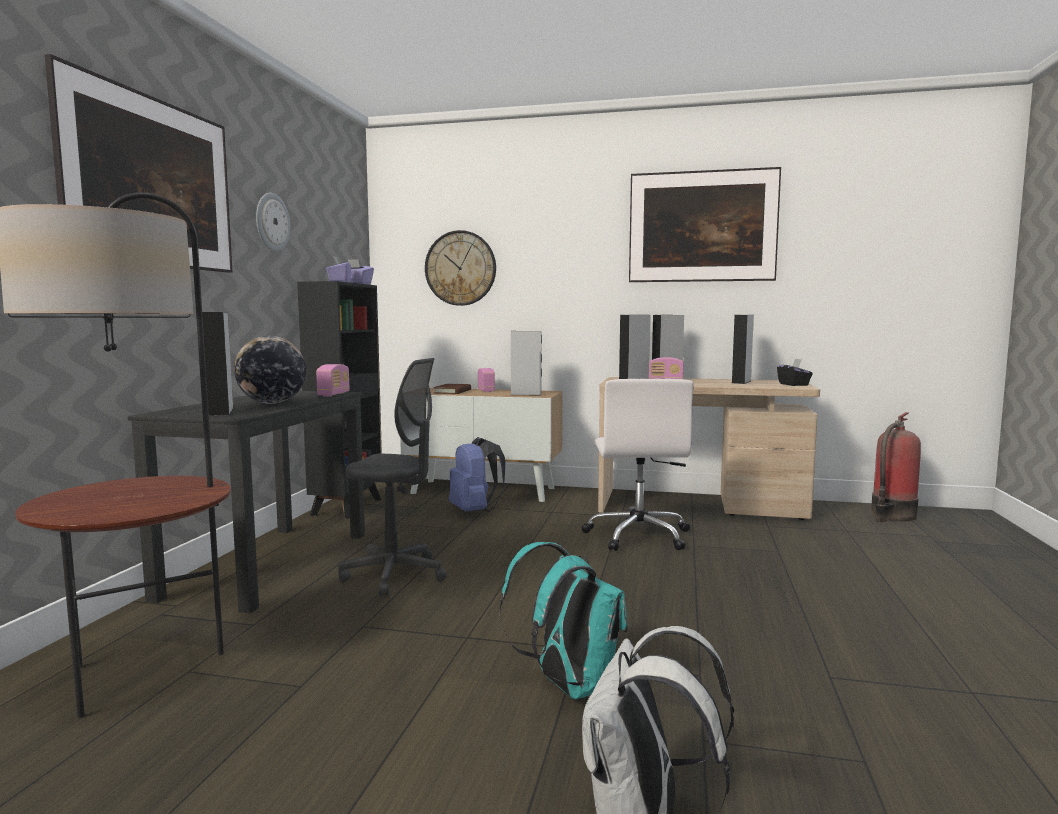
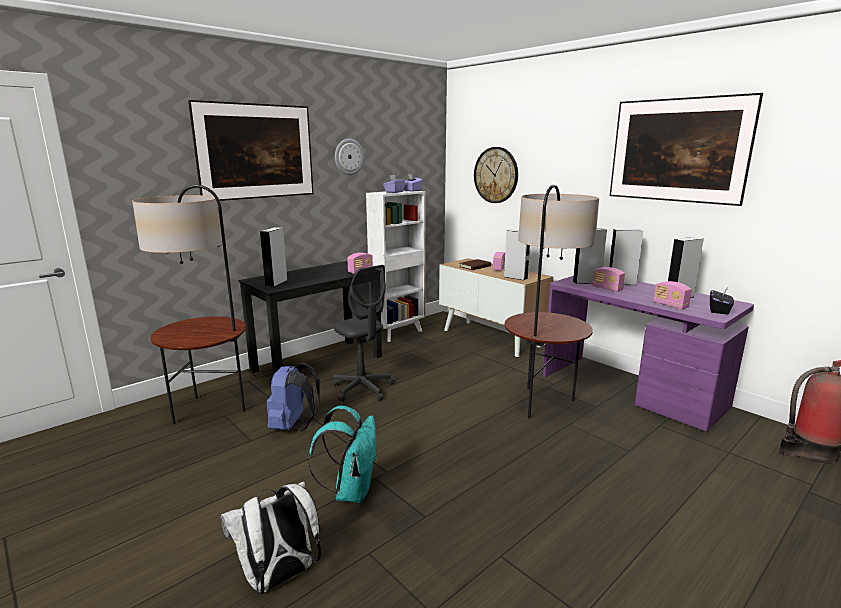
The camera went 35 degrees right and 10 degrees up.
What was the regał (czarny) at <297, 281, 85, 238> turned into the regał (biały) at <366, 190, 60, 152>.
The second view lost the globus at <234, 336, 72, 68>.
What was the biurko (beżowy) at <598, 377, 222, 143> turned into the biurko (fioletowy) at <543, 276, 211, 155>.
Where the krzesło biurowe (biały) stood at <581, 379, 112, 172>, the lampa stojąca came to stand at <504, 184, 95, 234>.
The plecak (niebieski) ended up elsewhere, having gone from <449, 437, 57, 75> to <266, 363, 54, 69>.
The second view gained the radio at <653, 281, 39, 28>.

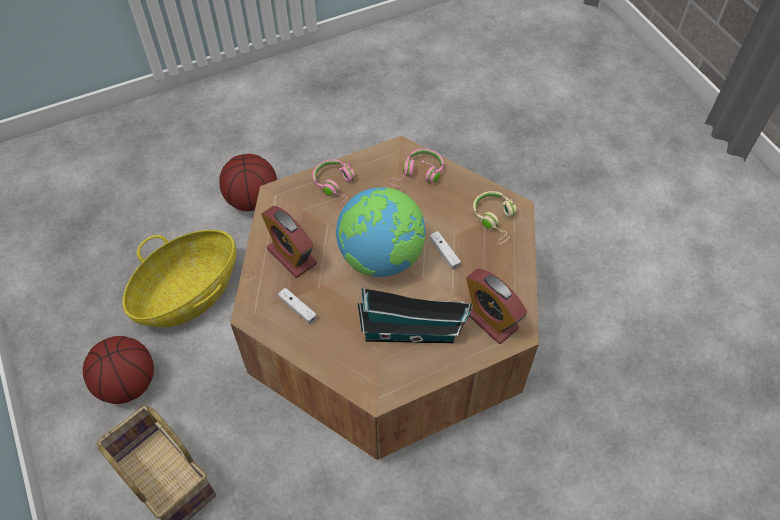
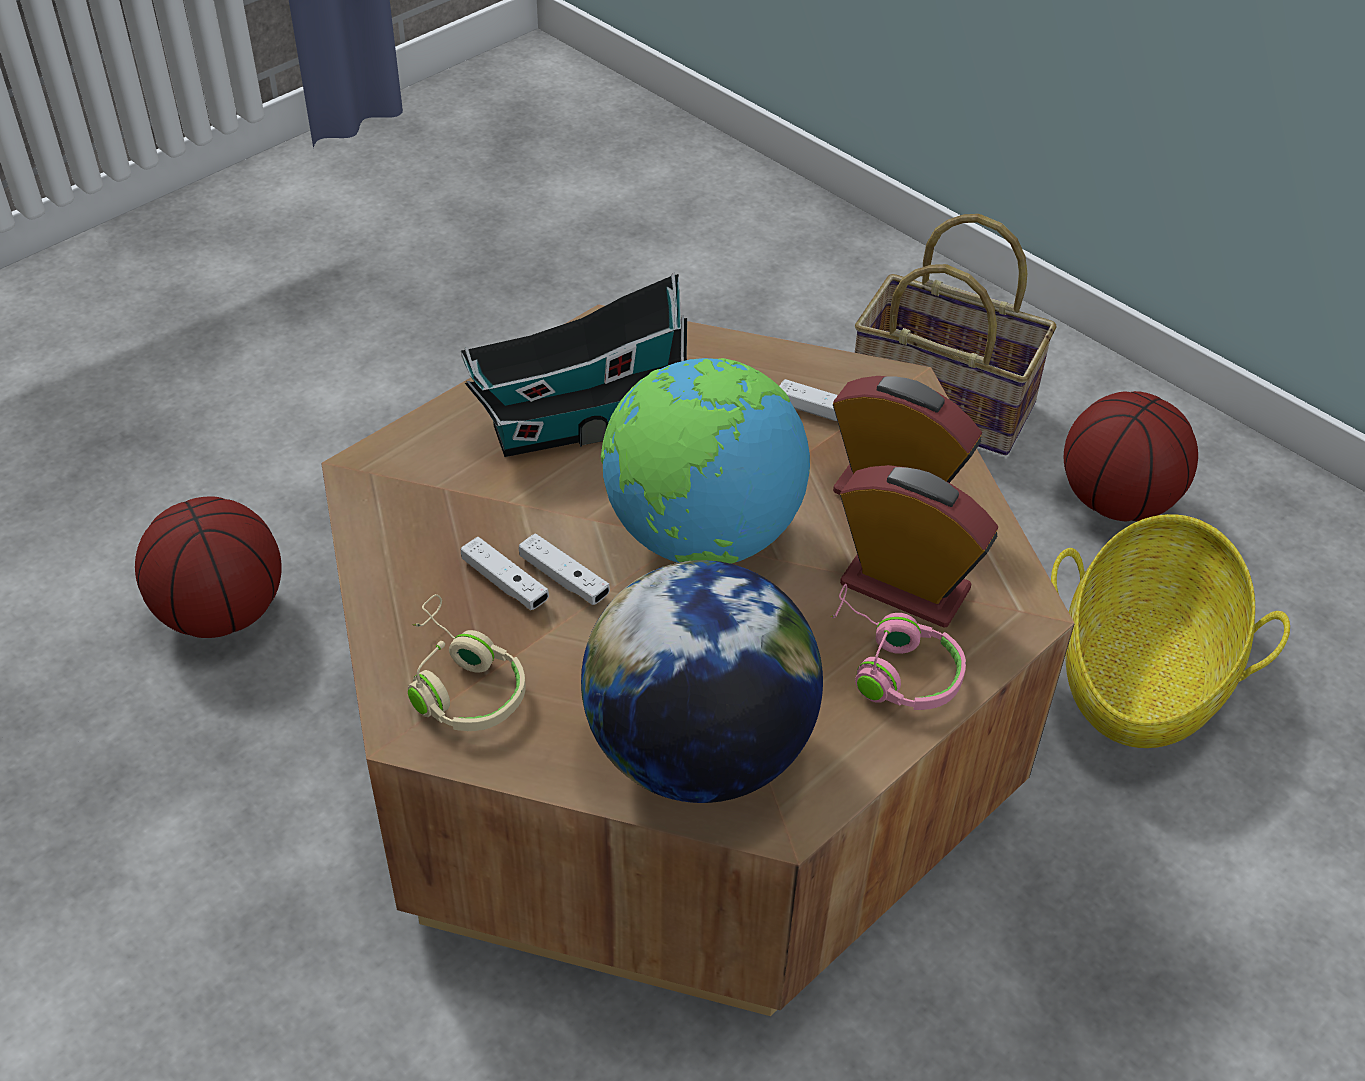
The camera went 160 degrees right and 10 degrees down.
Where the słuchawki (różowy) stood at <389, 149, 55, 39>, the globus came to stand at <581, 560, 242, 243>.
The piłka do koszykówki ended up elsewhere, having gone from <219, 154, 58, 57> to <135, 496, 147, 142>.
The budzik ended up elsewhere, having gone from <466, 268, 61, 76> to <840, 465, 158, 163>.
The second view gained the pad do gier (biały) at <461, 537, 88, 73>.

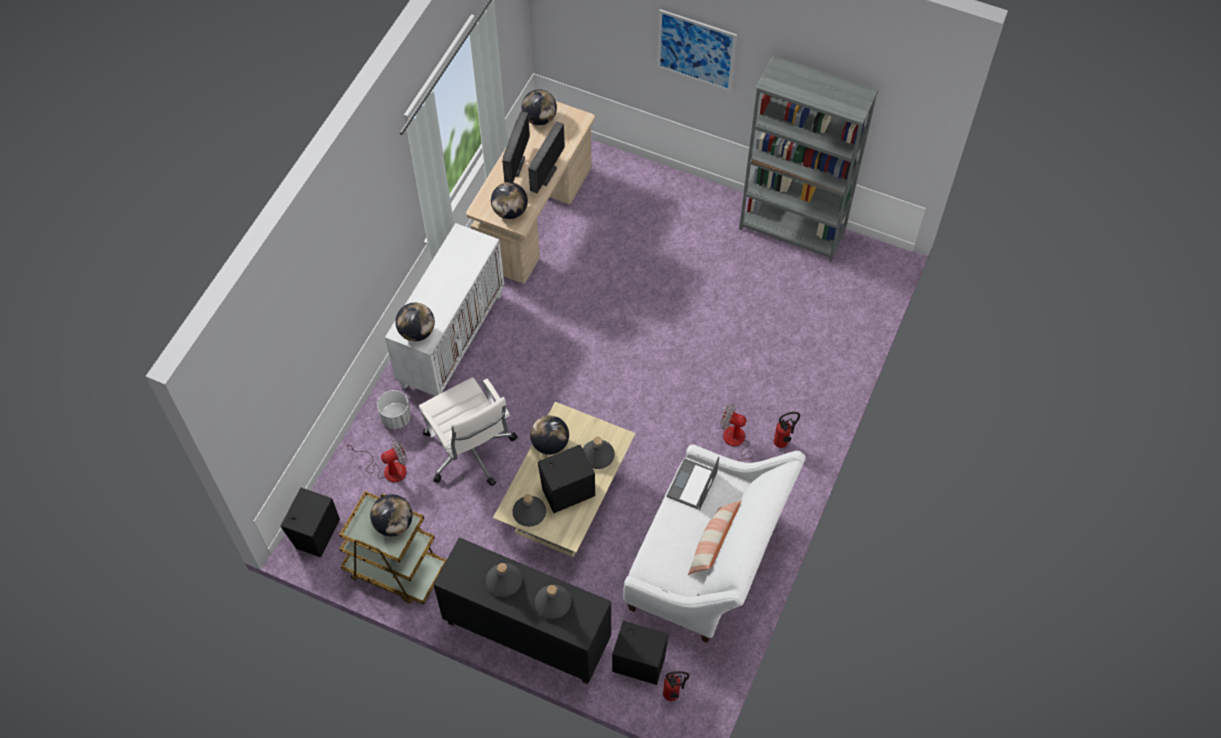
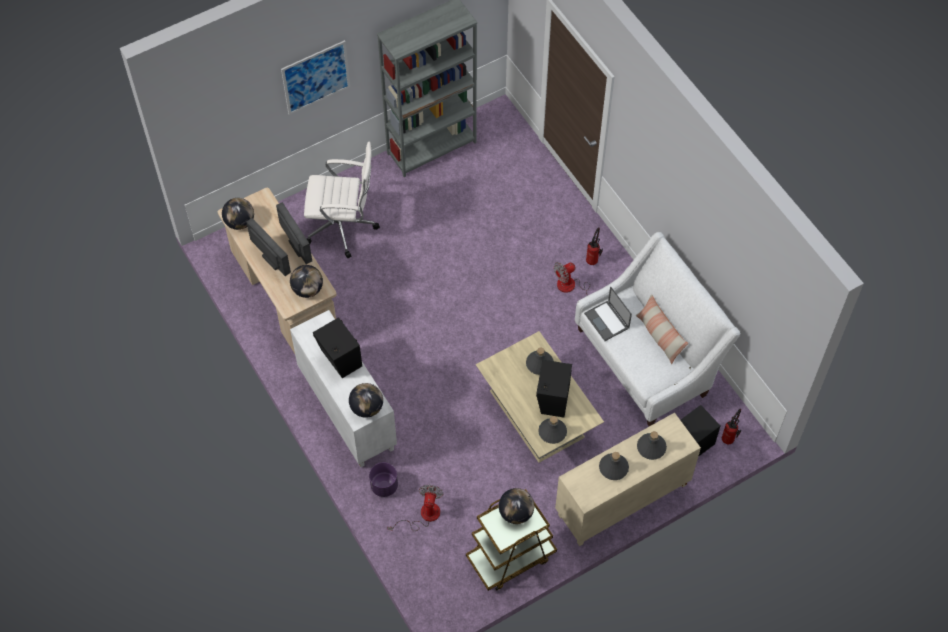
The camera went 55 degrees left and 0 degrees up.
The krzesło biurowe (biały) ended up elsewhere, having gone from <419, 377, 99, 109> to <304, 142, 76, 116>.
What was the donica (biały) at <377, 390, 34, 39> turned into the donica (fioletowy) at <369, 462, 29, 35>.
The second view lost the globus at <530, 415, 39, 40>.
The głośnik (czarny) ended up elsewhere, having gone from <281, 488, 59, 69> to <313, 317, 49, 61>.
What was the szafka (czarny) at <433, 537, 178, 147> turned into the szafka (beżowy) at <555, 413, 146, 133>.

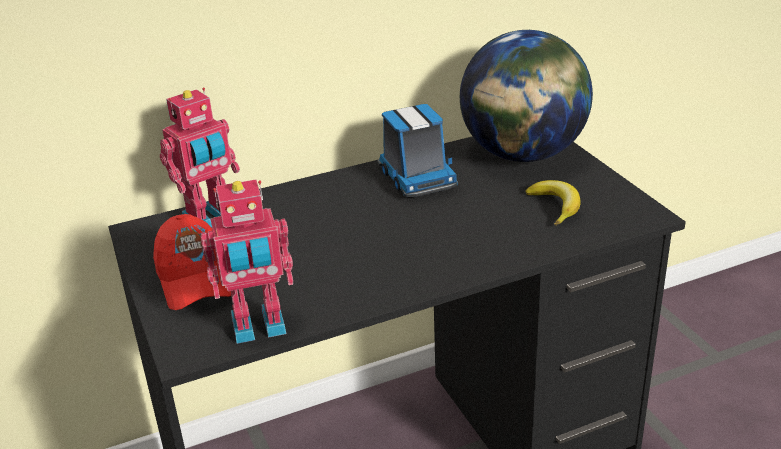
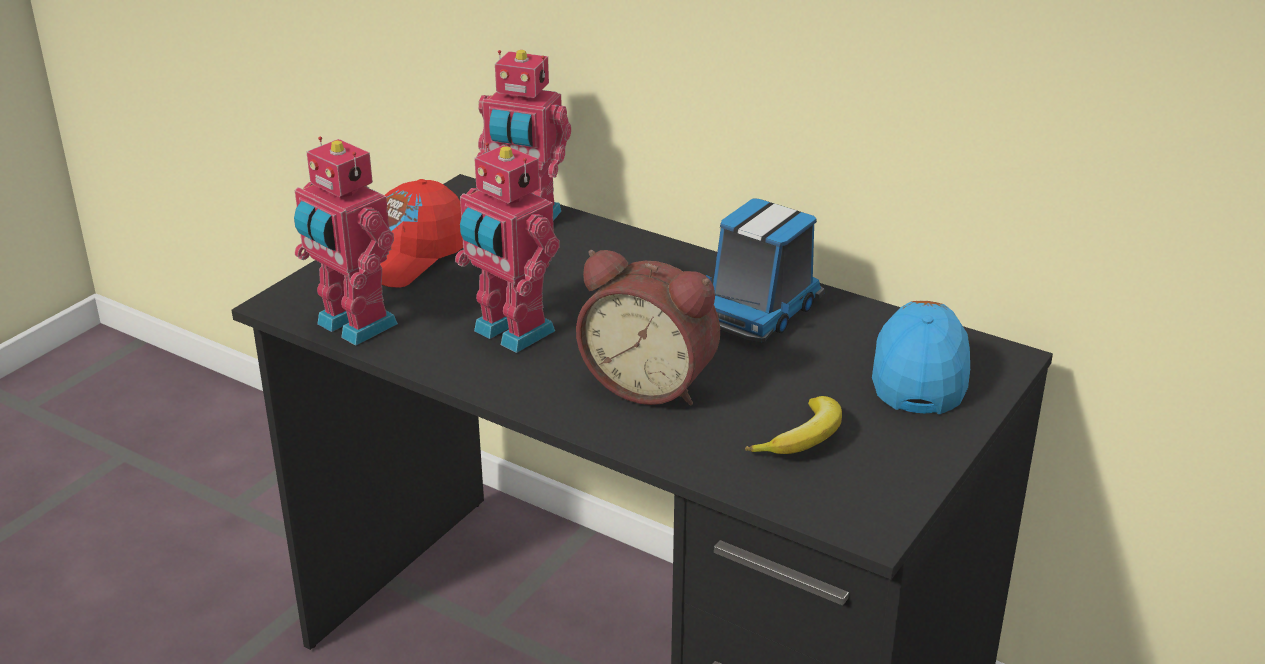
The camera went 55 degrees right and 0 degrees up.
Where the globus stood at <460, 30, 133, 132>, the czapka z daszkiem (niebieski) came to stand at <872, 301, 98, 113>.
The second view gained the robot zabawkowy at <455, 142, 104, 211>.
The second view gained the budzik at <576, 250, 144, 155>.

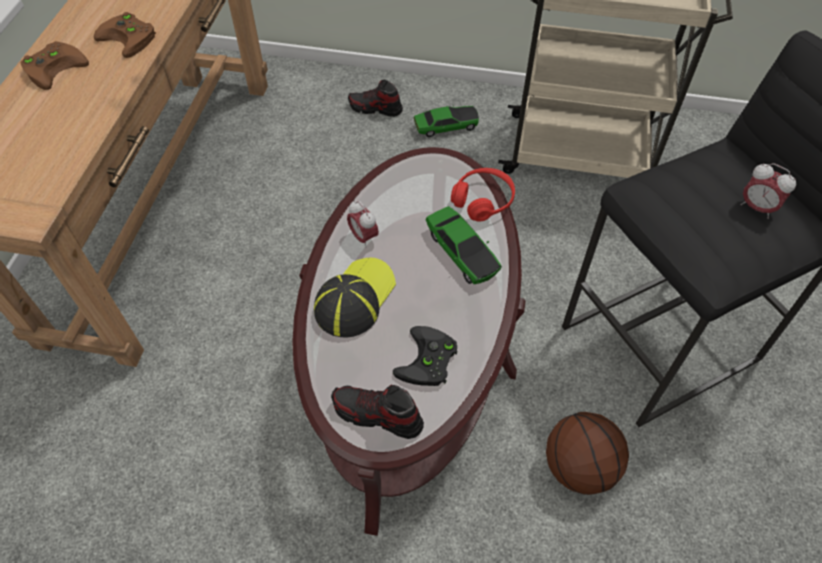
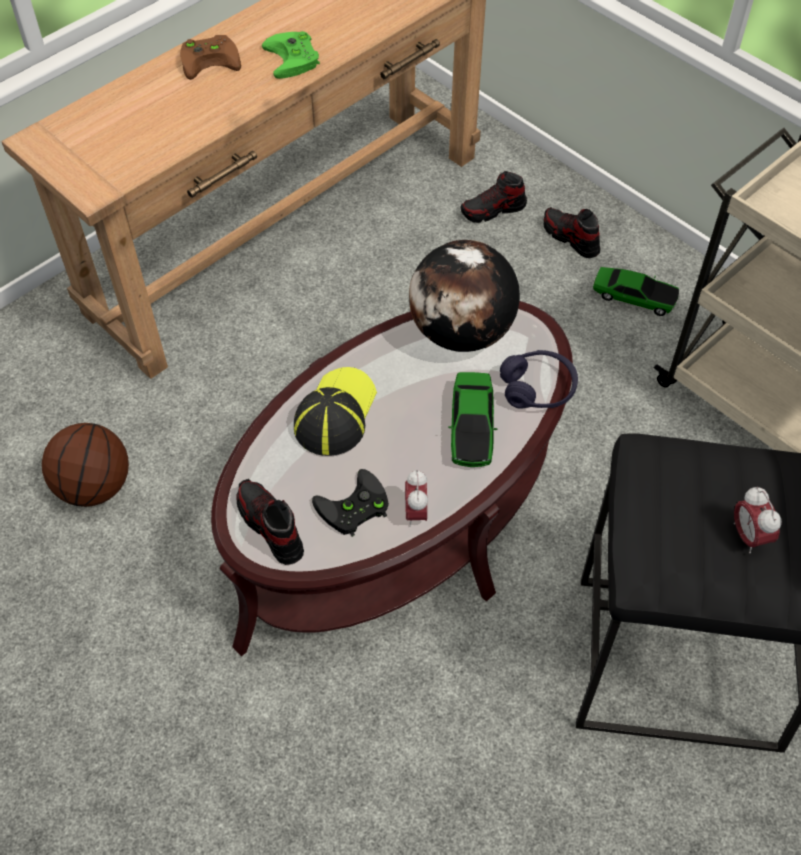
The camera went 35 degrees right and 0 degrees up.
What was the pad do gier (brązowy) at <94, 12, 62, 46> turned into the pad do gier (zielony) at <262, 31, 58, 48>.
What was the słuchawki (czerwony) at <451, 168, 64, 54> turned into the słuchawki (fioletowy) at <500, 350, 78, 59>.
The budzik ended up elsewhere, having gone from <347, 200, 32, 48> to <405, 470, 23, 57>.
The czapka z daszkiem at <314, 257, 82, 81> ended up facing another way, 45 degrees counterclockwise from before.
The piłka do koszykówki ended up elsewhere, having gone from <546, 412, 83, 83> to <42, 423, 87, 84>.
The second view gained the but at <460, 171, 67, 52>.
The second view gained the globus at <409, 240, 111, 112>.

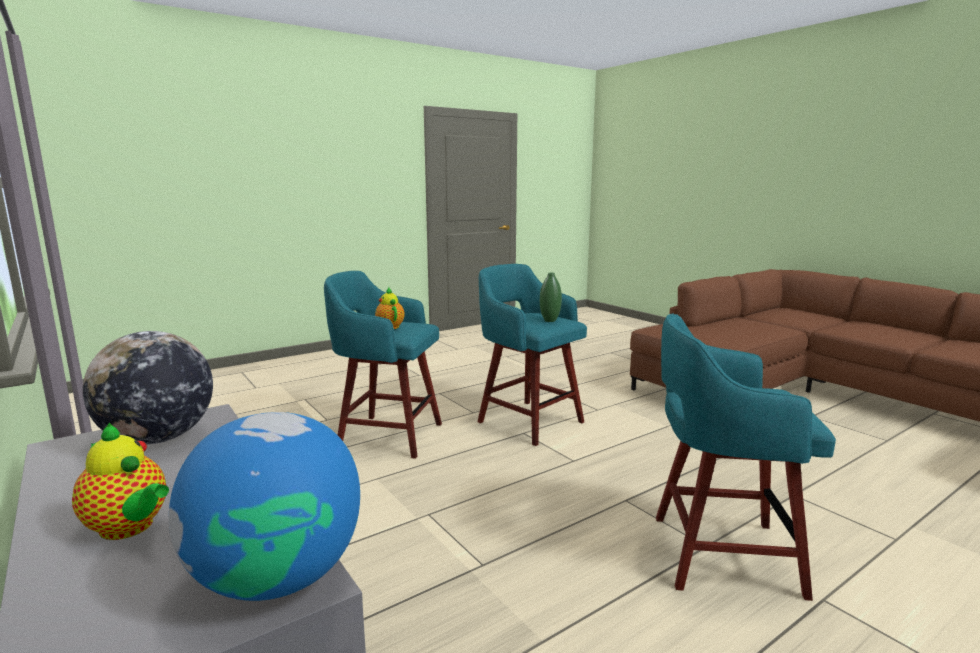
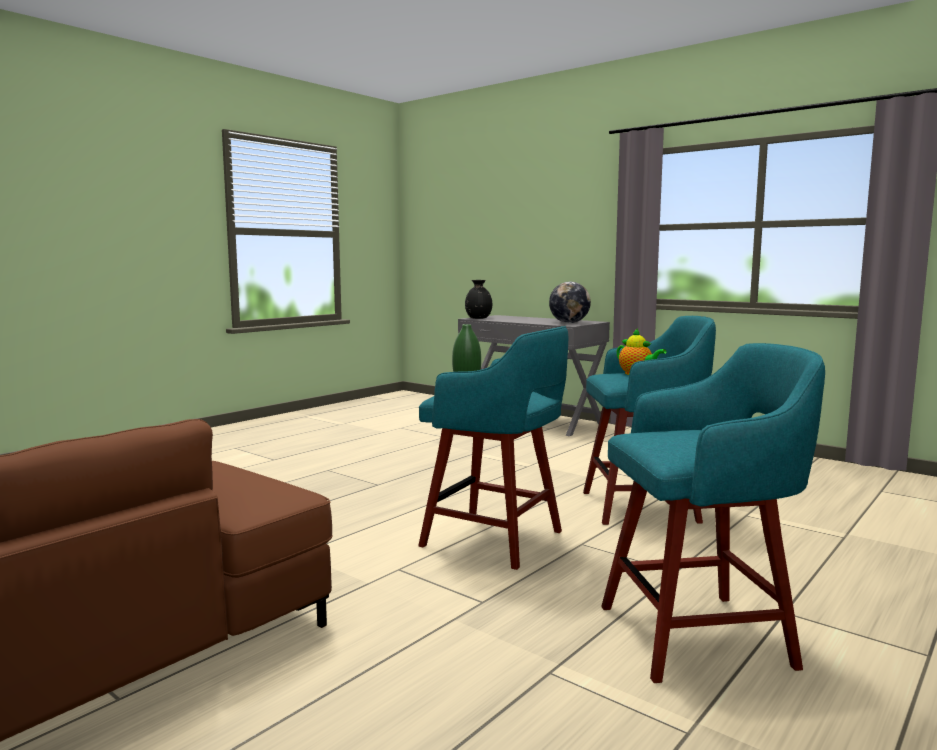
The camera went 165 degrees right and 5 degrees down.
The stołek (turkusowy) ended up elsewhere, having gone from <656, 314, 180, 287> to <601, 343, 224, 340>.
Where the globus stood at <169, 412, 191, 189>, the wazon (czarny) came to stand at <465, 280, 27, 39>.
The second view lost the imbryk at <72, 423, 97, 117>.

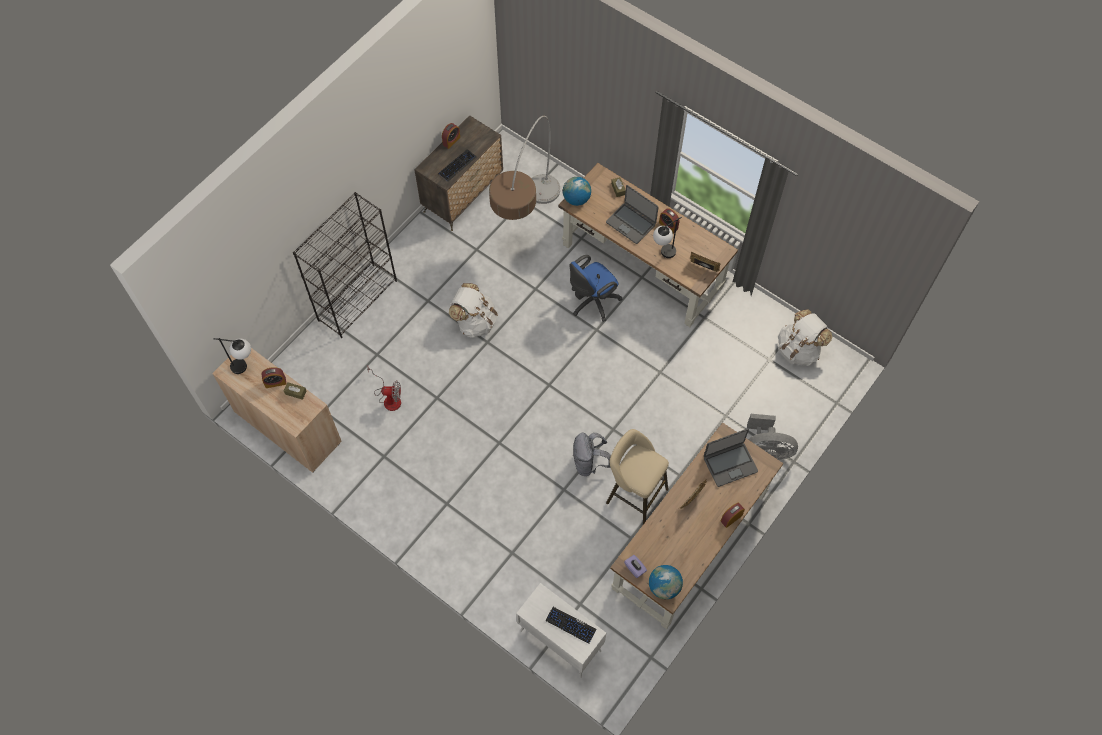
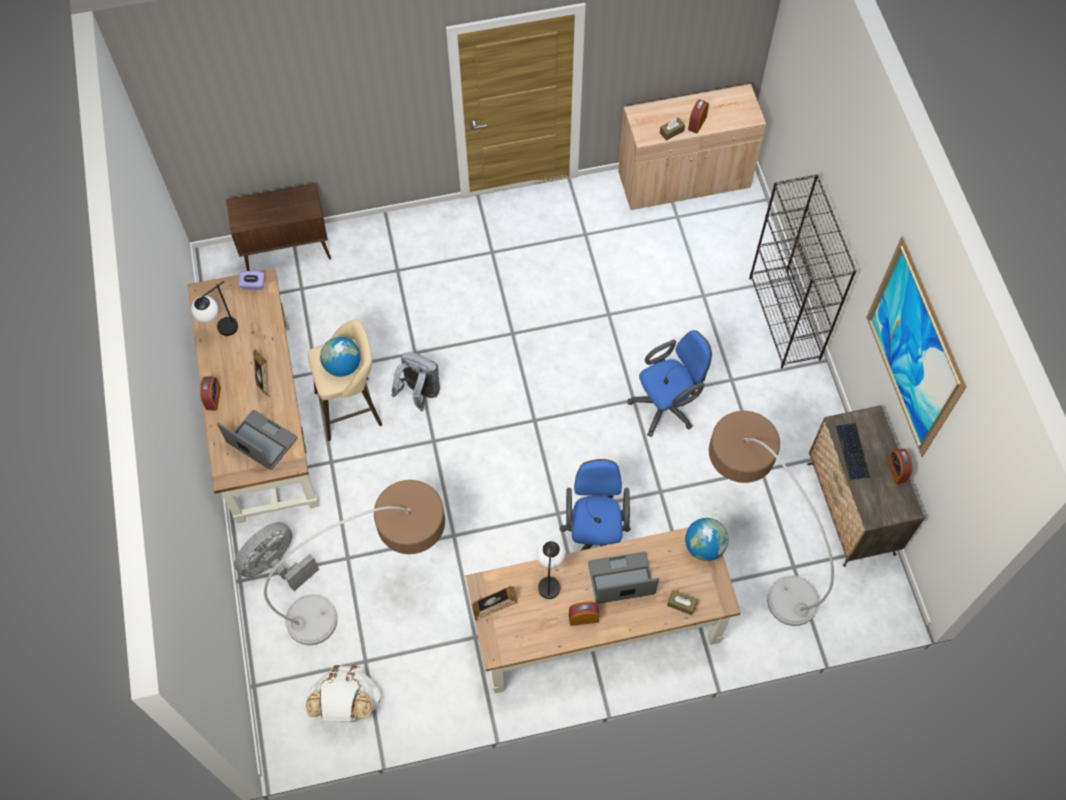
The camera went 130 degrees right and 0 degrees up.
Where the plecak (biały) stood at <449, 283, 49, 55>, the krzesło biurowe (niebieski) came to stand at <627, 330, 85, 107>.
The lampa stołowa ended up elsewhere, having gone from <213, 338, 38, 36> to <191, 281, 47, 55>.
The second view lost the wentylator at <367, 367, 34, 44>.
The laptop at <704, 429, 54, 58> ended up facing another way, 105 degrees clockwise from before.
The globus ended up elsewhere, having gone from <649, 565, 34, 34> to <320, 337, 41, 40>.
What was the szafka (biały) at <516, 583, 90, 95> turned into the szafka (brązowy) at <226, 183, 105, 88>.
The second view lost the klawiatura at <545, 607, 52, 37>.
The second view gained the obraz at <866, 236, 101, 221>.
The second view gained the lampa stojąca at <264, 480, 181, 165>.

